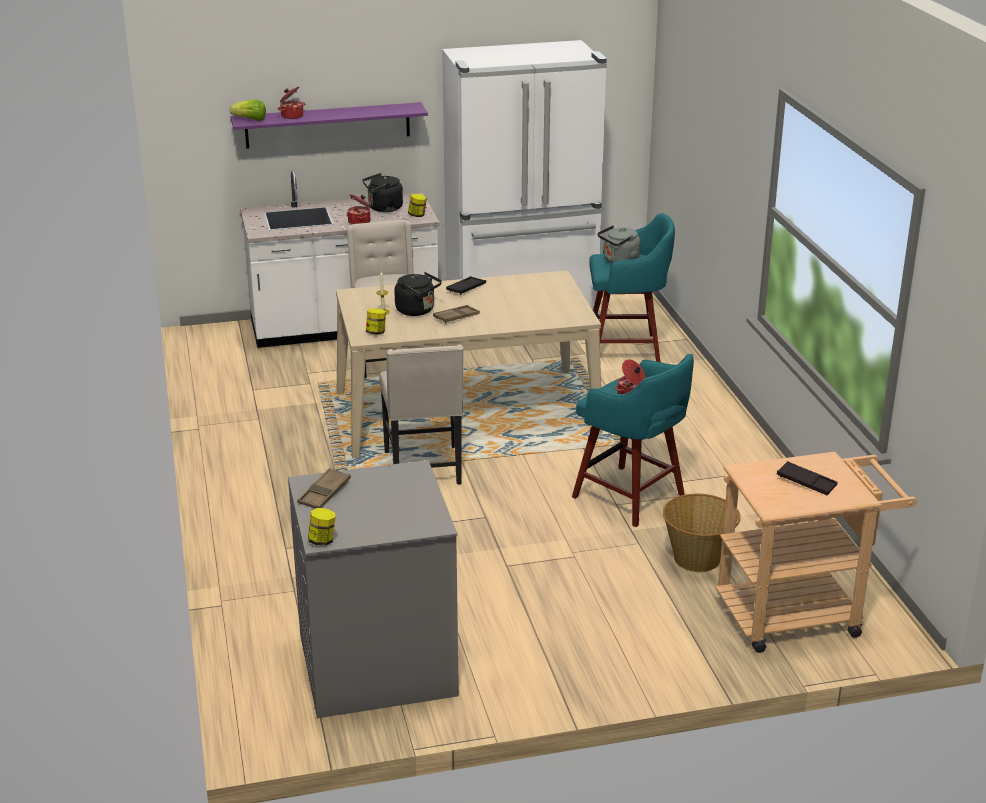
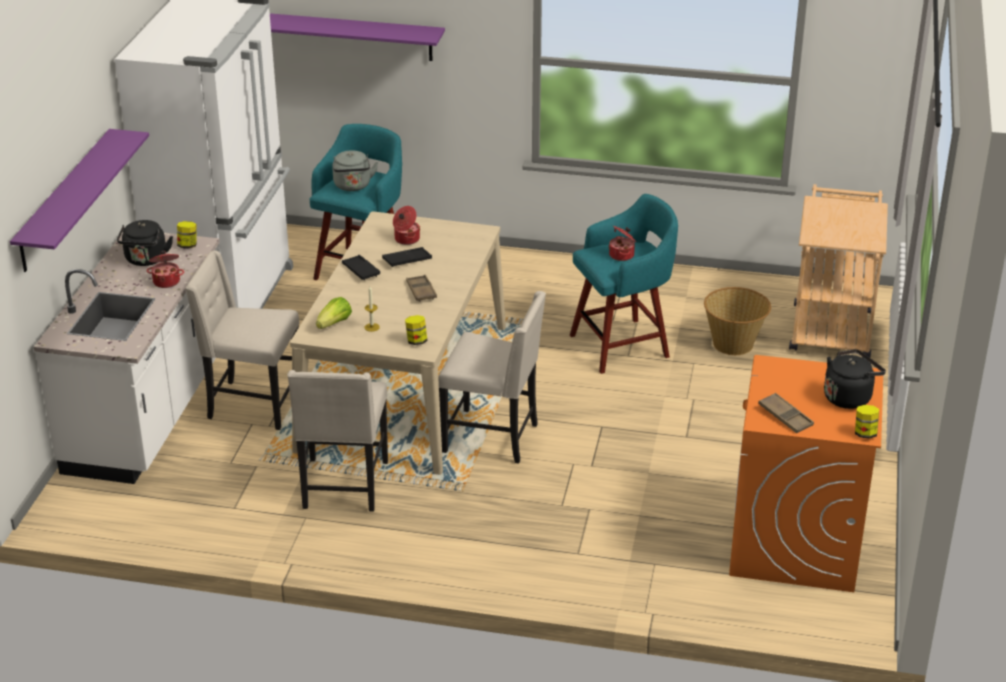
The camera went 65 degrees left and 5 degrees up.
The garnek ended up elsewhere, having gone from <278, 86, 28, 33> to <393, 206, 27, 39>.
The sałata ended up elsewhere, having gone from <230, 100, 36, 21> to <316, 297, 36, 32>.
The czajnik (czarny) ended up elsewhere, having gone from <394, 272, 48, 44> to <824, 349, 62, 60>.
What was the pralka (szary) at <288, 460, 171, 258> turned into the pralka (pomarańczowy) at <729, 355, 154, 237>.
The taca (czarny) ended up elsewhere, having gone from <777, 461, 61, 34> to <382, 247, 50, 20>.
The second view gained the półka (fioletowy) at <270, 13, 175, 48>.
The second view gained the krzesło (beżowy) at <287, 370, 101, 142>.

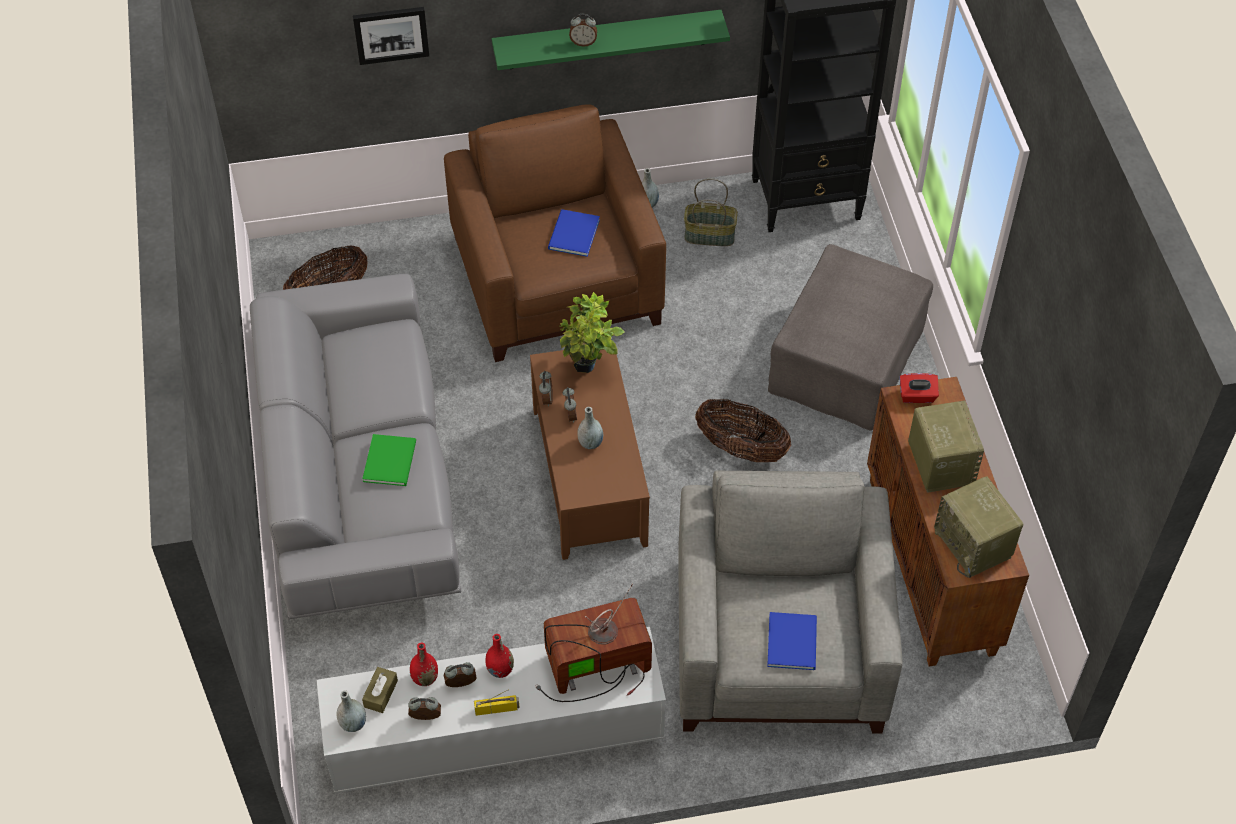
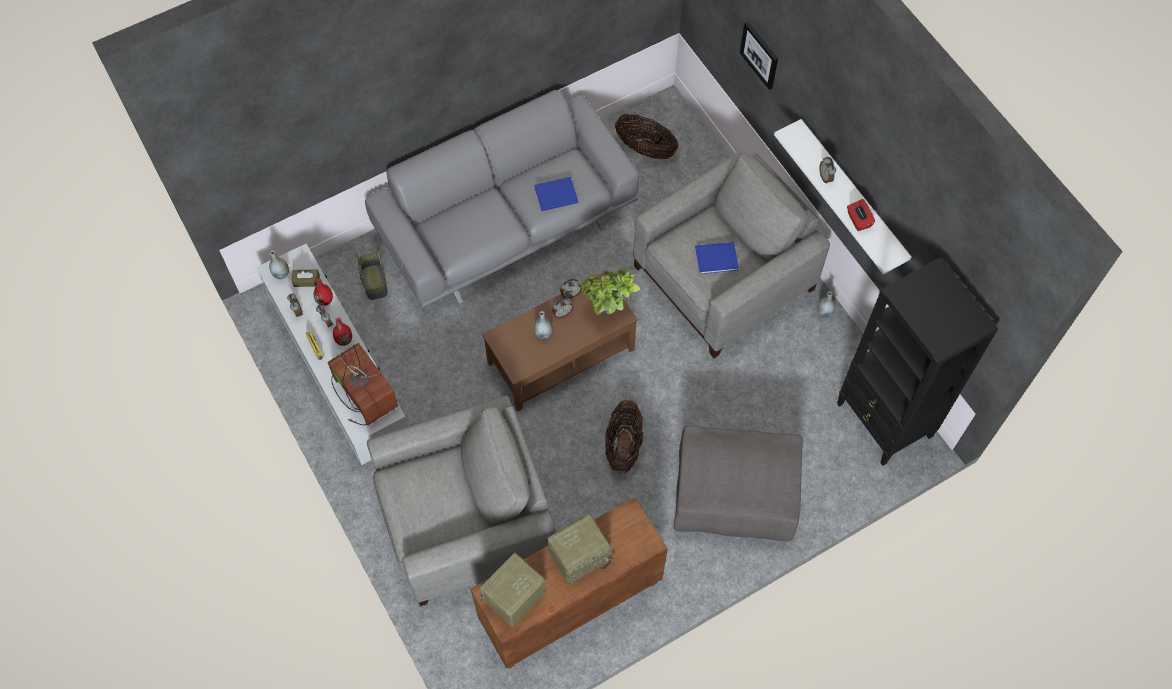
The camera went 70 degrees right and 10 degrees up.
What was the półka (zielony) at <492, 10, 238, 60> turned into the półka (biały) at <774, 119, 138, 155>.
What was the fotel (brązowy) at <444, 104, 222, 258> turned into the fotel (szary) at <633, 150, 197, 208>.
The koszyk ended up elsewhere, having gone from <684, 178, 54, 68> to <355, 246, 32, 54>.
The pudełko chusteczek (czerwony) ended up elsewhere, having gone from <899, 373, 40, 30> to <847, 199, 28, 32>.
The second view lost the książka (zielony) at <362, 434, 54, 52>.
The książka (niebieski) ended up elsewhere, having gone from <767, 612, 50, 58> to <534, 177, 44, 34>.

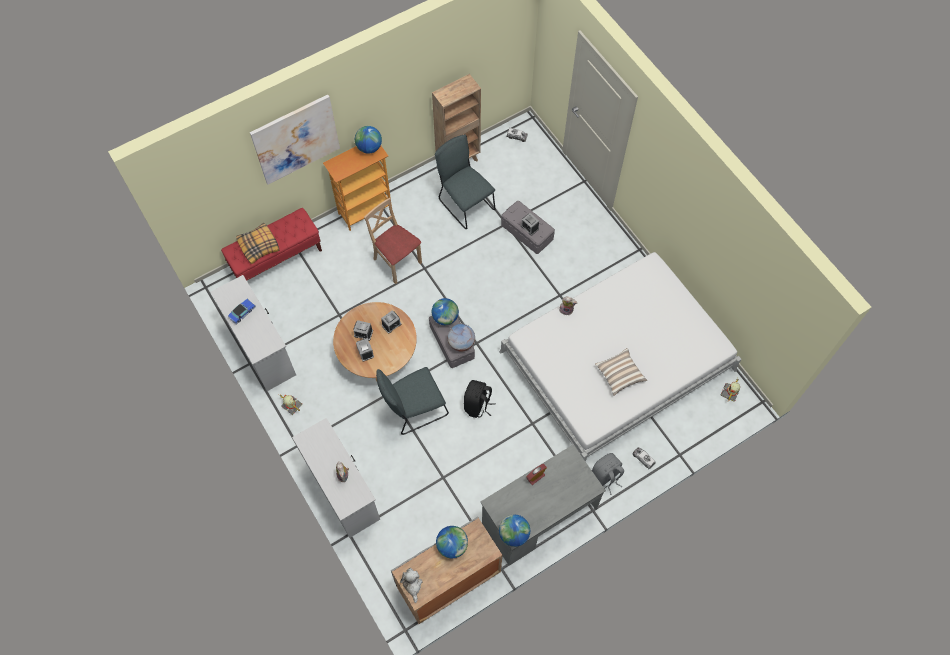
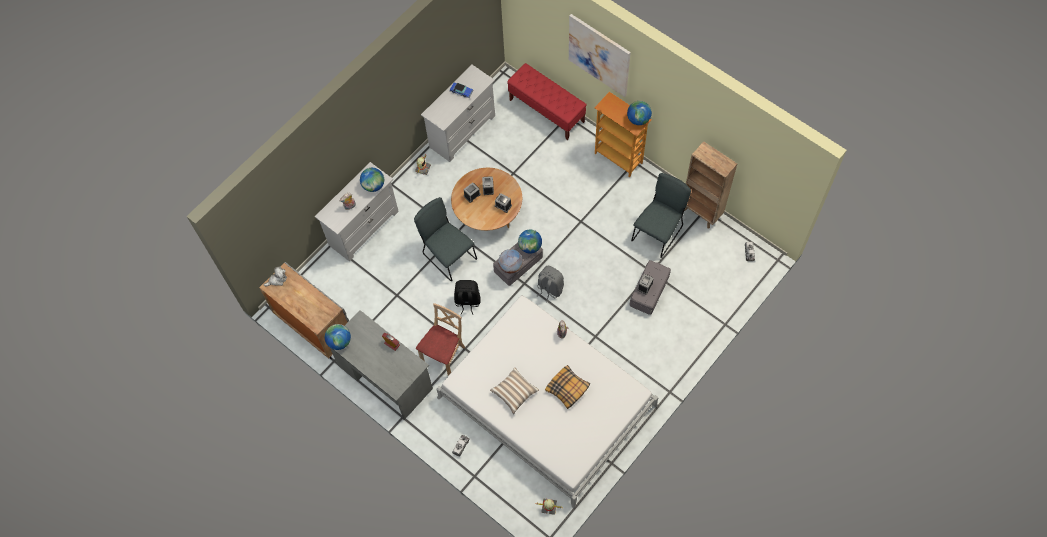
The camera went 75 degrees right and 0 degrees up.
The krzesło (beżowy) ended up elsewhere, having gone from <364, 198, 58, 86> to <416, 303, 49, 73>.
The poduszka ended up elsewhere, having gone from <236, 223, 44, 41> to <545, 365, 45, 44>.
The plecak (szary) ended up elsewhere, having gone from <592, 453, 32, 42> to <537, 266, 27, 37>.
The globus ended up elsewhere, having gone from <436, 526, 32, 32> to <360, 168, 24, 24>.

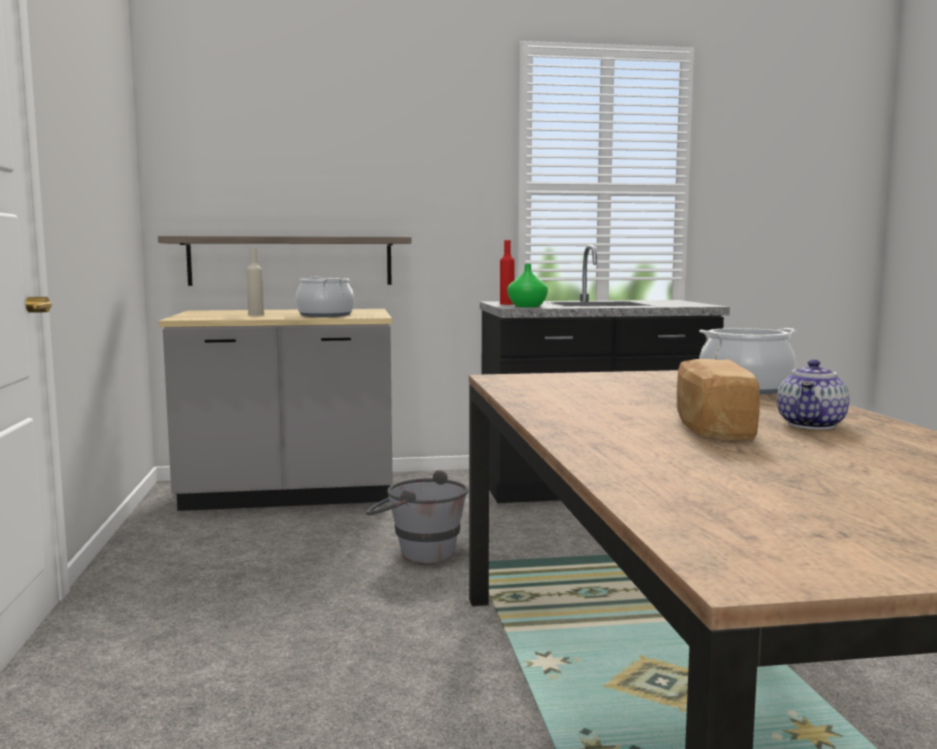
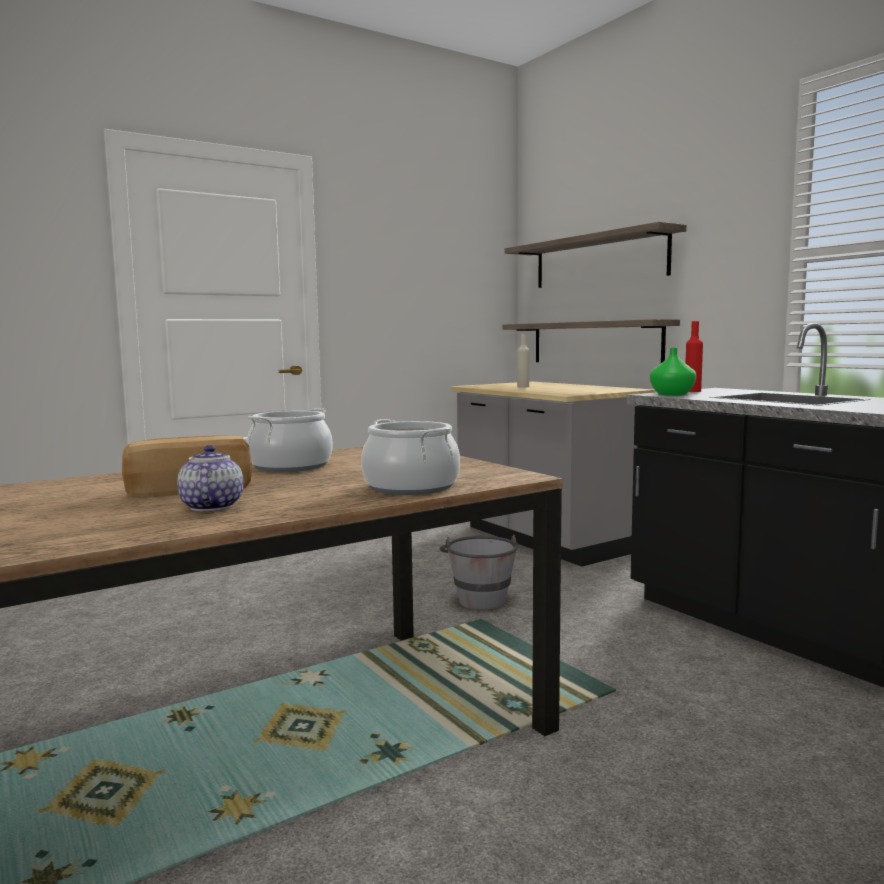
The camera went 65 degrees right and 0 degrees up.
The garnek ended up elsewhere, having gone from <296, 277, 58, 40> to <247, 408, 86, 64>.
The imbryk at <777, 359, 72, 71> ended up facing another way, 75 degrees clockwise from before.
The second view gained the półka at <504, 222, 183, 66>.

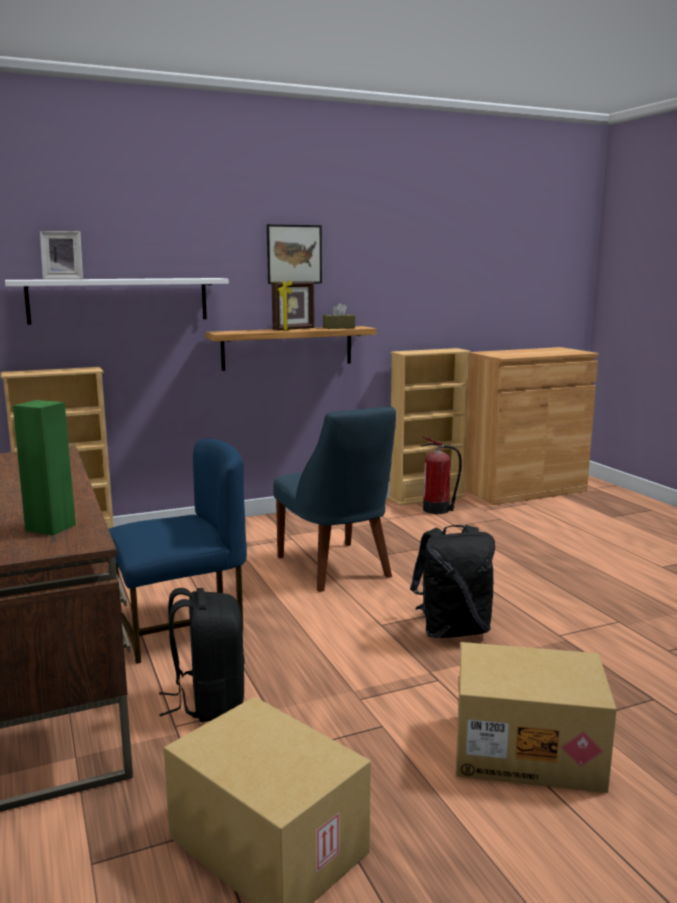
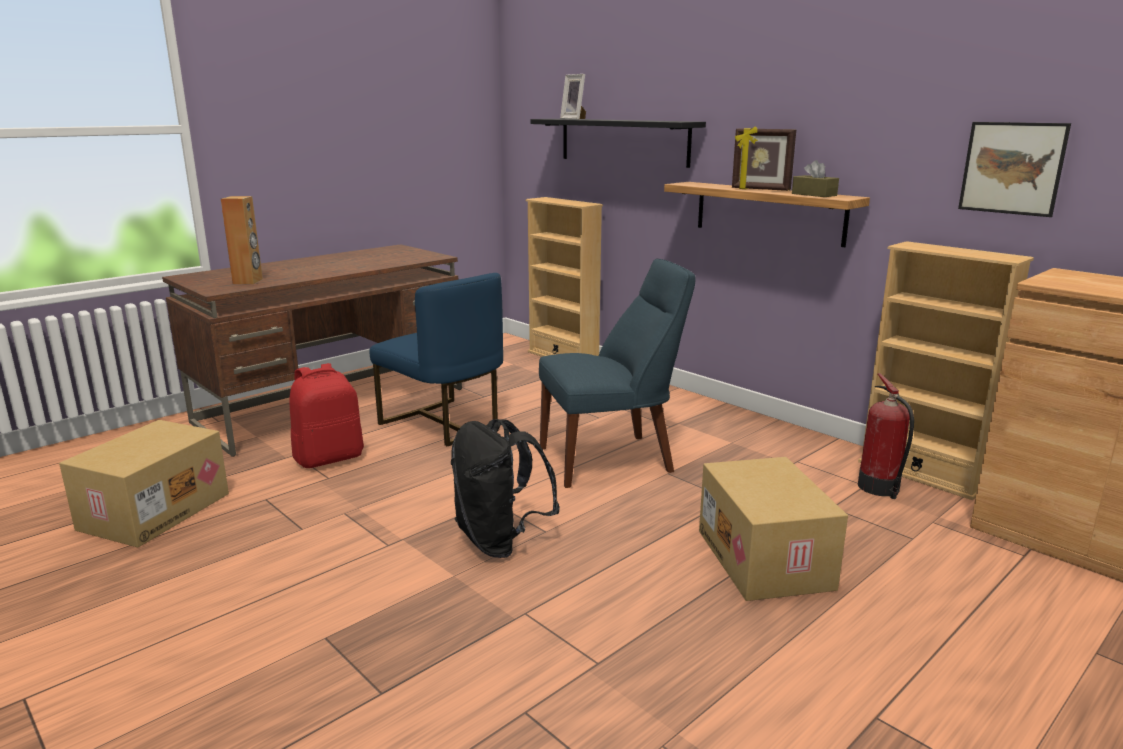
The camera went 70 degrees right and 5 degrees up.
The obraz ended up elsewhere, having gone from <267, 224, 55, 60> to <958, 122, 113, 95>.
What was the półka (biały) at <5, 278, 224, 47> turned into the półka (czarny) at <530, 119, 176, 49>.
What was the głośnik (zielony) at <13, 400, 63, 135> turned into the głośnik (brązowy) at <221, 196, 42, 88>.
The krzesło (niebieski) at <273, 407, 123, 185> ended up facing another way, 150 degrees counterclockwise from before.
What was the plecak (czarny) at <159, 588, 86, 134> turned into the plecak (czerwony) at <289, 363, 75, 105>.
The karton ended up elsewhere, having gone from <456, 642, 161, 151> to <699, 457, 149, 144>.

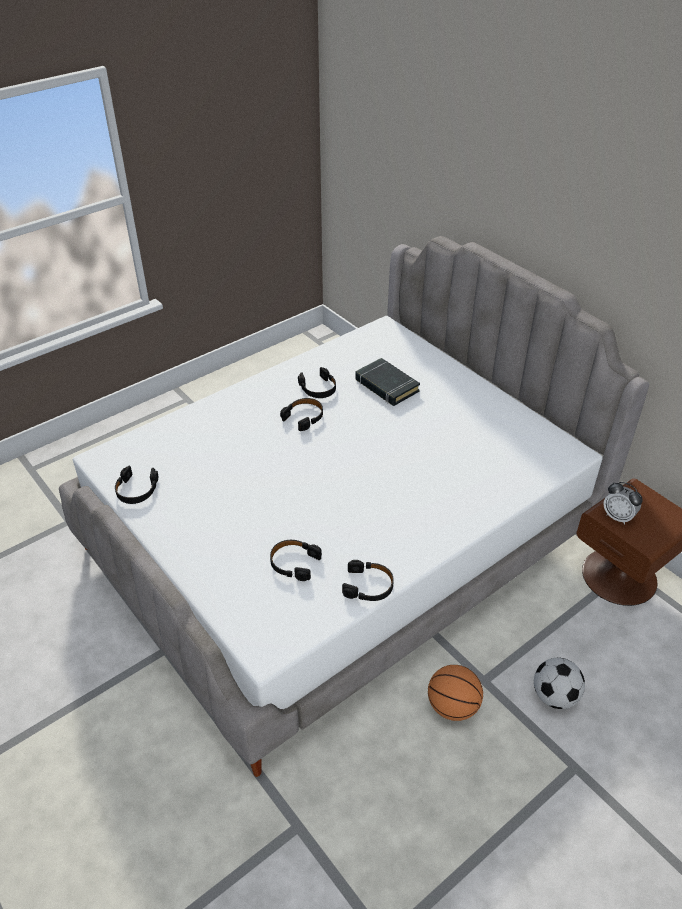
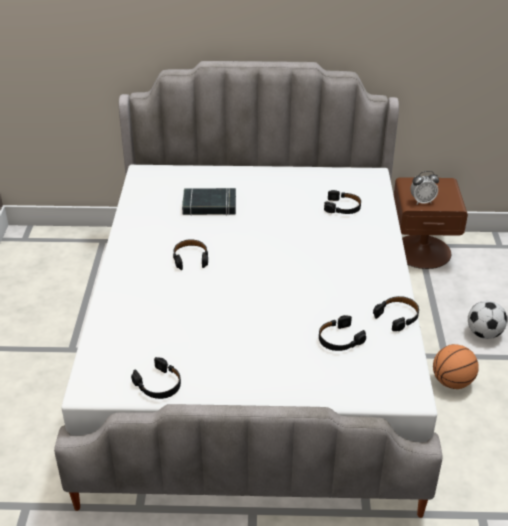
The camera went 50 degrees left and 5 degrees down.
The słuchawki (czarny) ended up elsewhere, having gone from <298, 367, 38, 31> to <324, 190, 37, 24>.

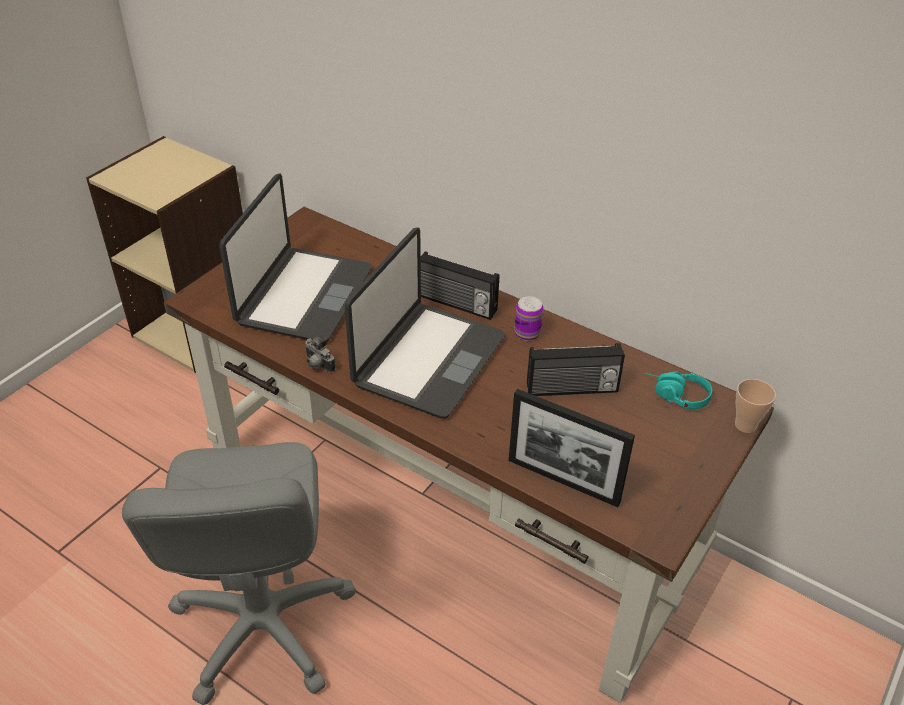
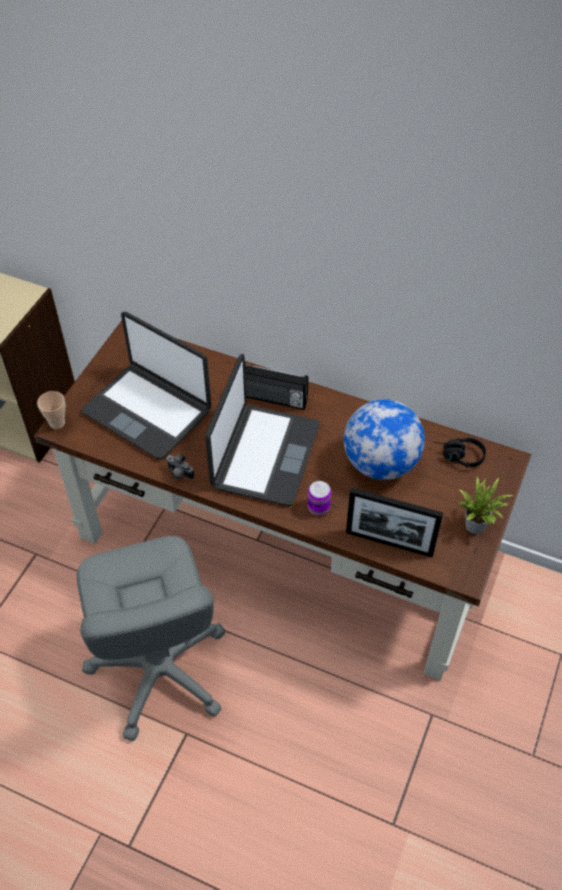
The camera went 10 degrees left and 10 degrees up.
The laptop at <219, 173, 153, 169> ended up facing another way, 120 degrees clockwise from before.
The puszka ended up elsewhere, having gone from <514, 296, 29, 45> to <307, 481, 24, 35>.
Where the radio stood at <527, 343, 98, 53>, the globus came to stand at <344, 399, 81, 81>.
What was the słuchawki (turkusowy) at <645, 371, 67, 38> turned into the słuchawki (czarny) at <433, 437, 53, 31>.
The filiżanka ended up elsewhere, having gone from <735, 379, 41, 54> to <37, 391, 28, 38>.
The second view gained the roślina doniczkowa at <458, 477, 57, 57>.

